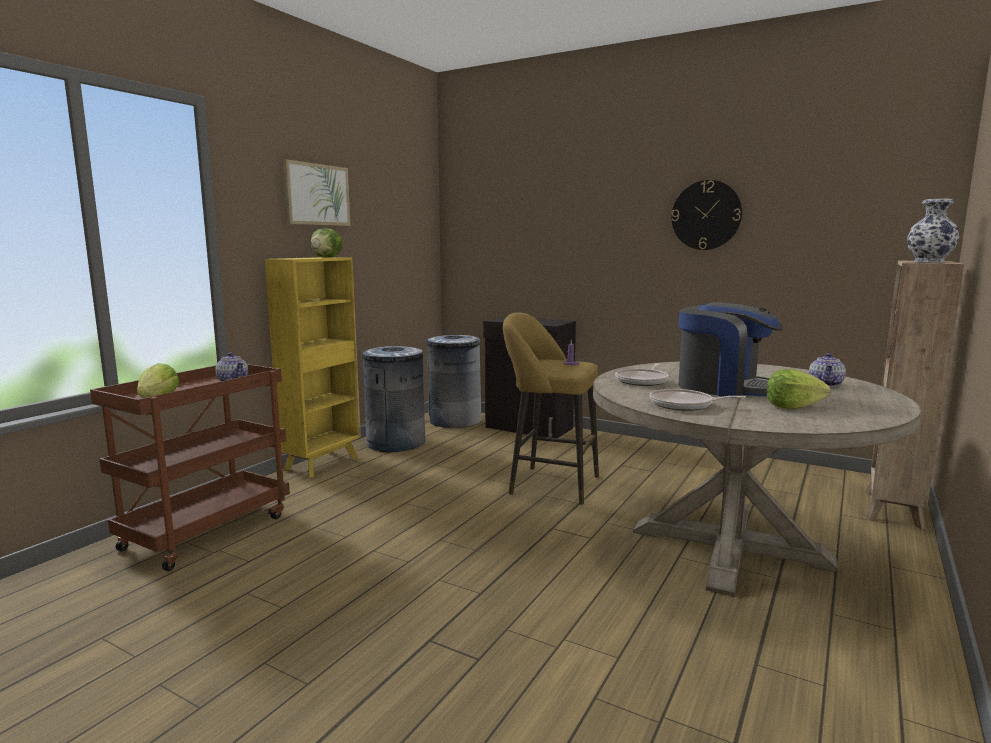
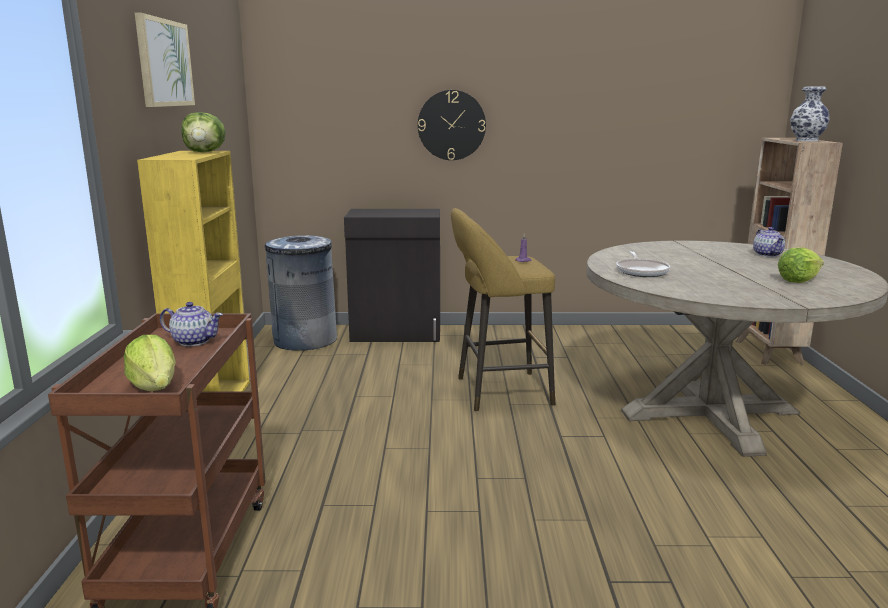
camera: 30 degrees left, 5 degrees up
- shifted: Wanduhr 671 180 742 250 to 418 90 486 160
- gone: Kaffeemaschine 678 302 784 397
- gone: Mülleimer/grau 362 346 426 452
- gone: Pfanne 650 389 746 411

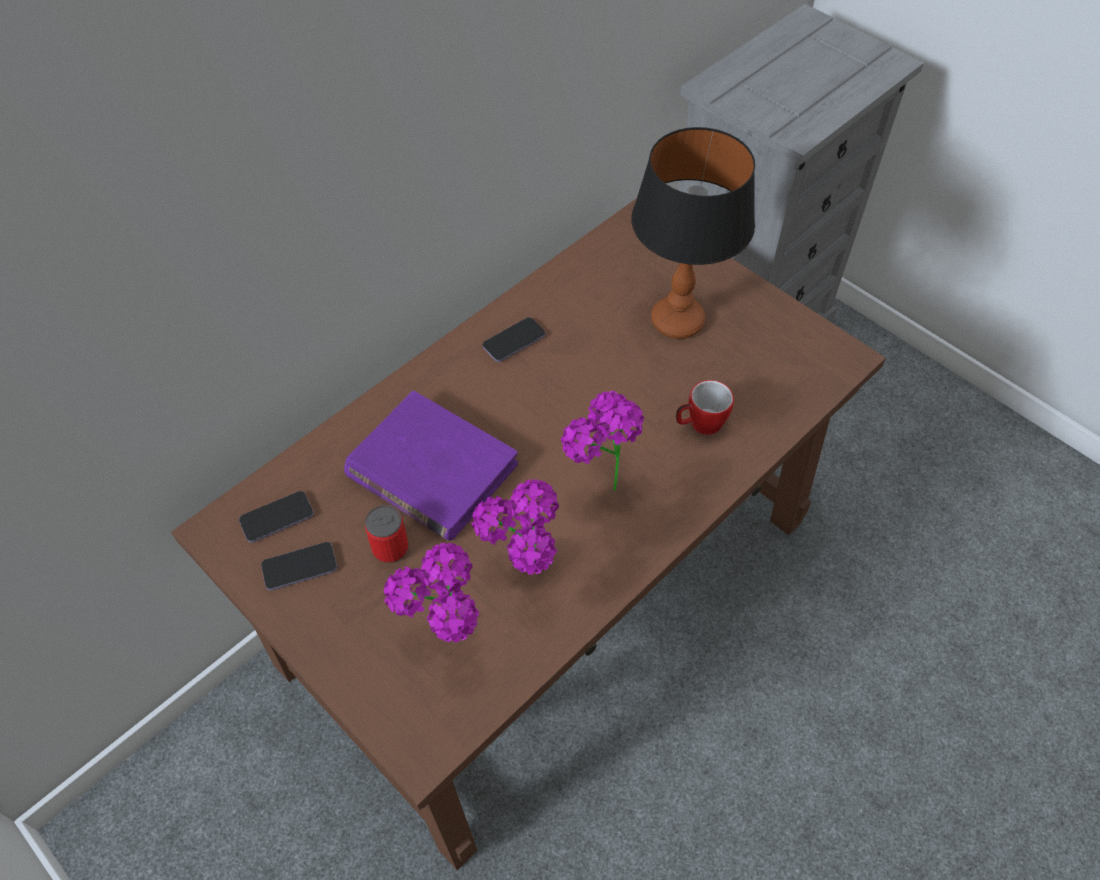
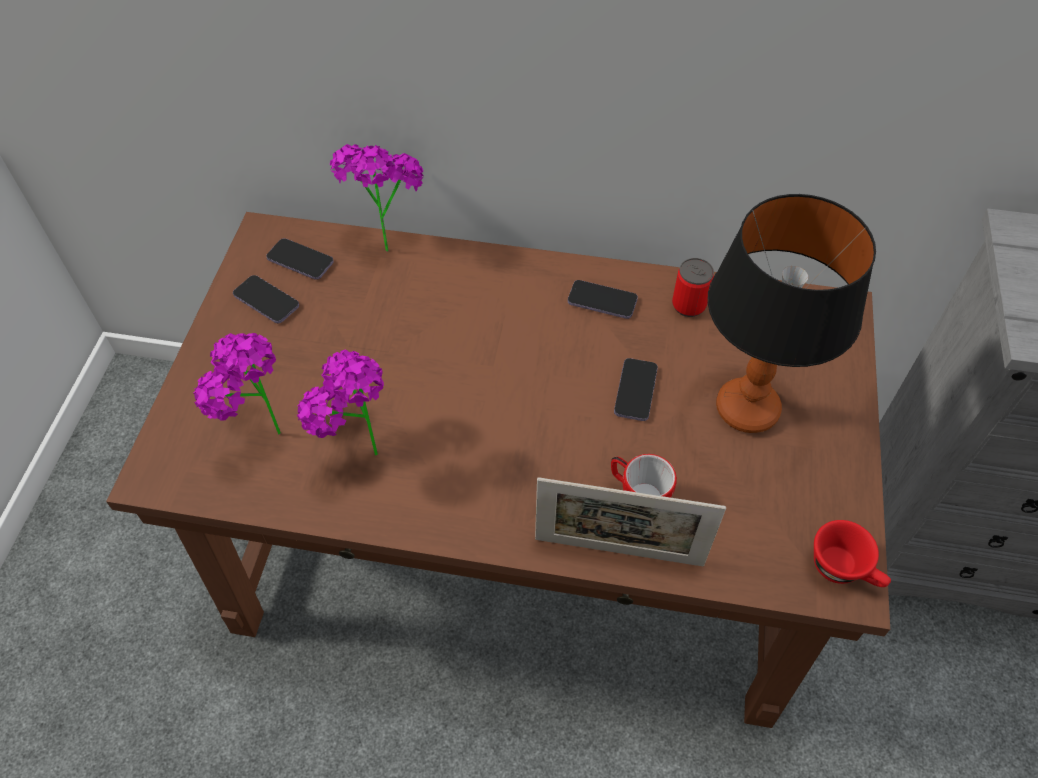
camera: 55 degrees right, 0 degrees up
- gone: Buch/lila 344 391 518 541
- shifted: Topfpflanze 561 391 644 491 to 330 144 424 252
- shifted: Dose 365 505 408 563 to 672 258 714 317
- new: Handy 614 358 658 421
- new: Bilderrahmen 535 477 726 566
- new: Tasse/rot 814 520 891 587

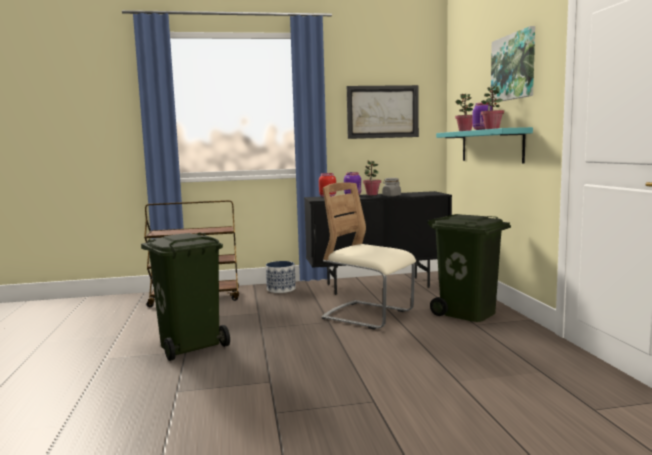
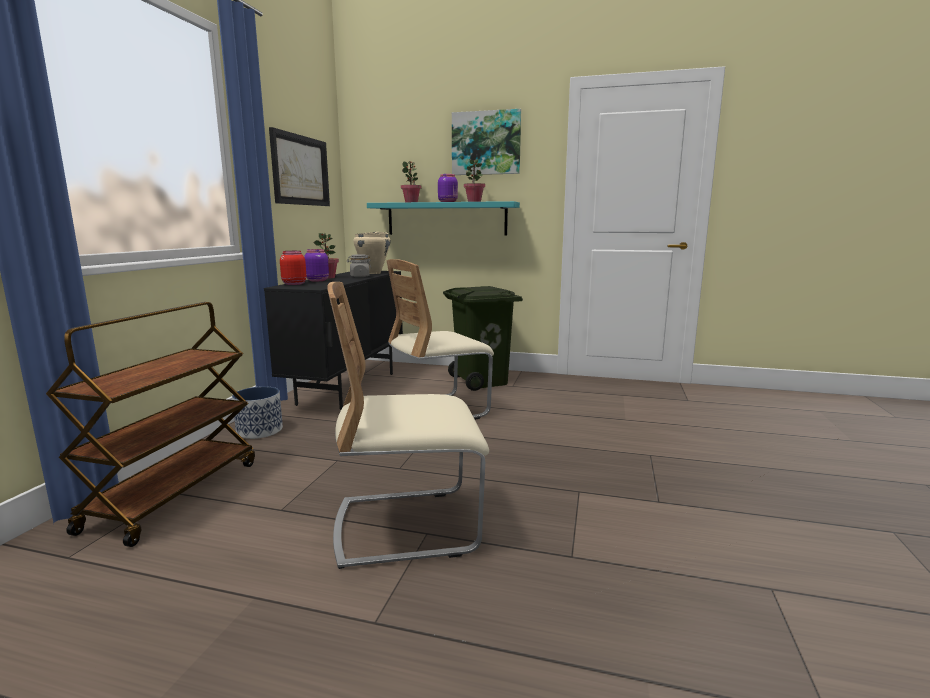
camera: 65 degrees left, 5 degrees up
- swapped: Mülleimer/grün 141 232 230 361 to Stuhl/beige 327 282 489 569
- new: Kochtopf/beige 353 232 390 274

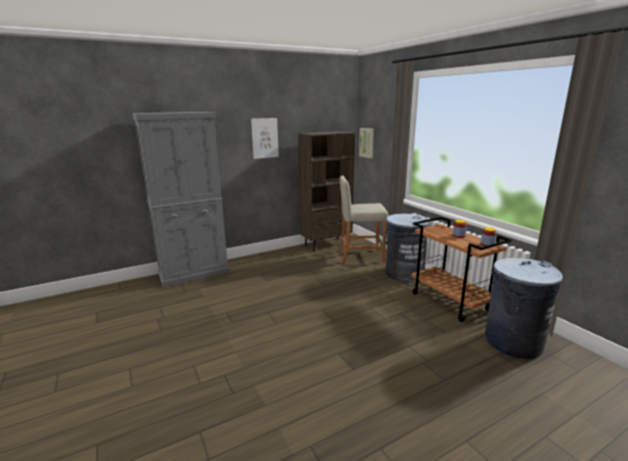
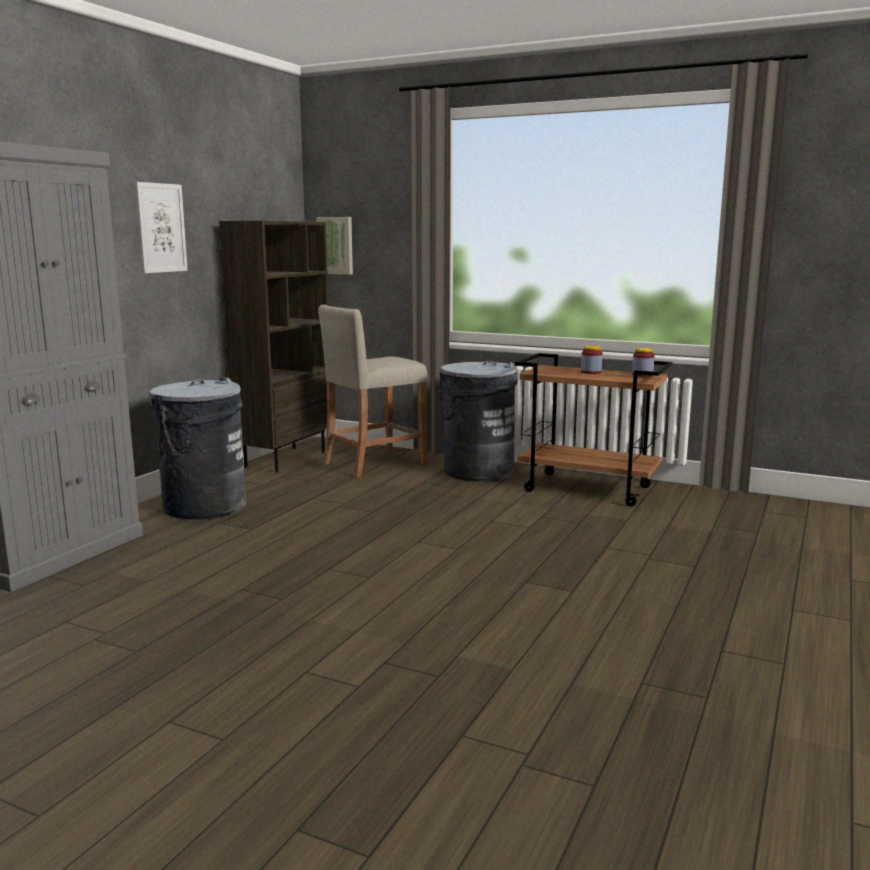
camera: 35 degrees left, 5 degrees down
- shifted: Mülleimer/grau 485 258 563 359 to 149 377 246 520

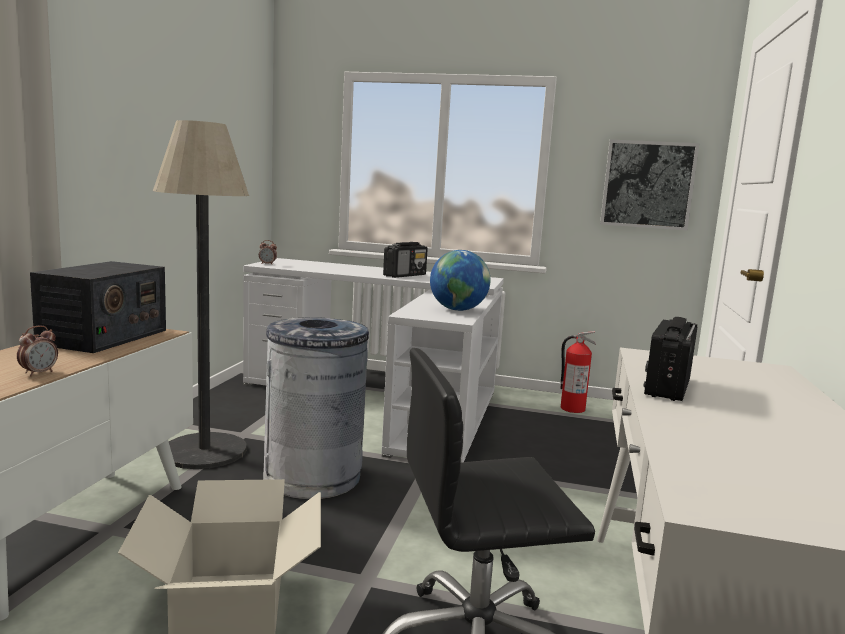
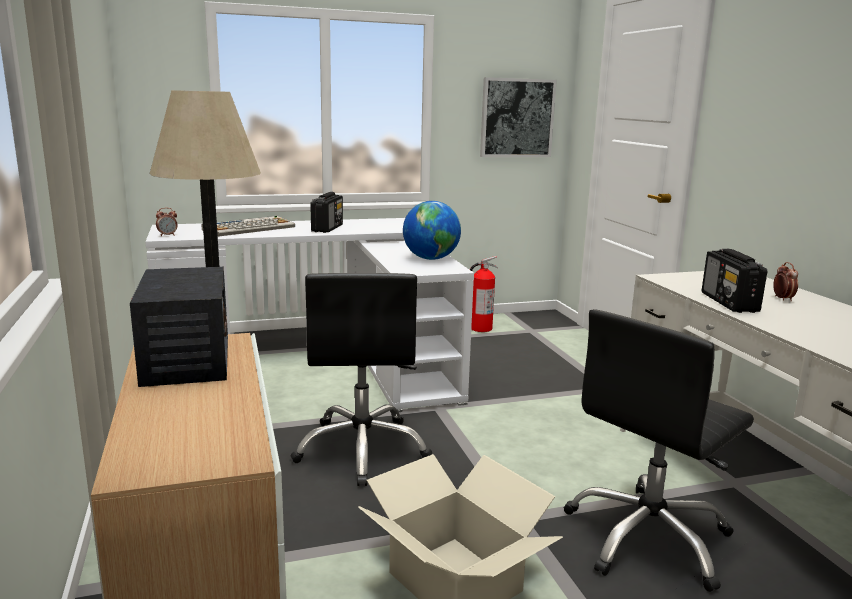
camera: 30 degrees left, 5 degrees up
- swapped: Mülleimer/grau 263 317 369 500 to Bürostuhl/schwarz 291 273 432 486
- shifted: Wecker 17 326 58 376 to 773 262 798 302
- new: Tastatur 202 216 295 236

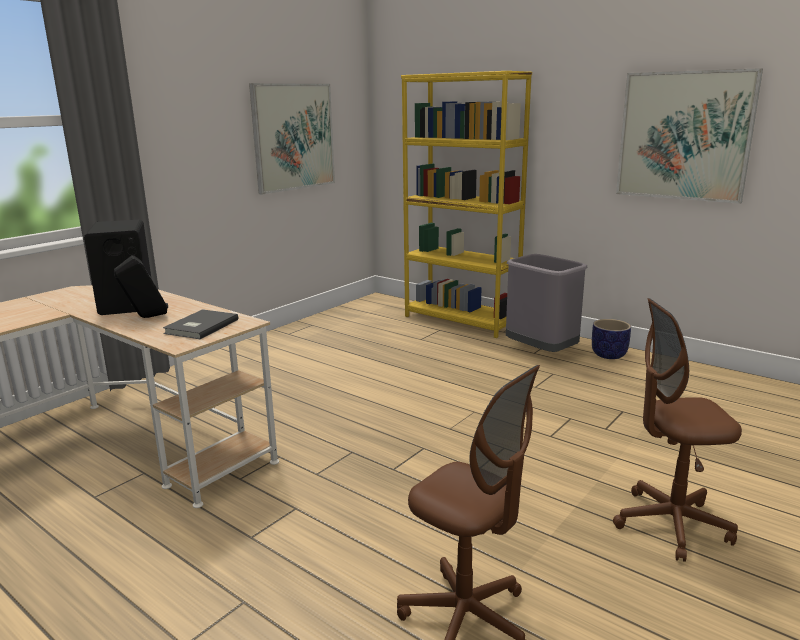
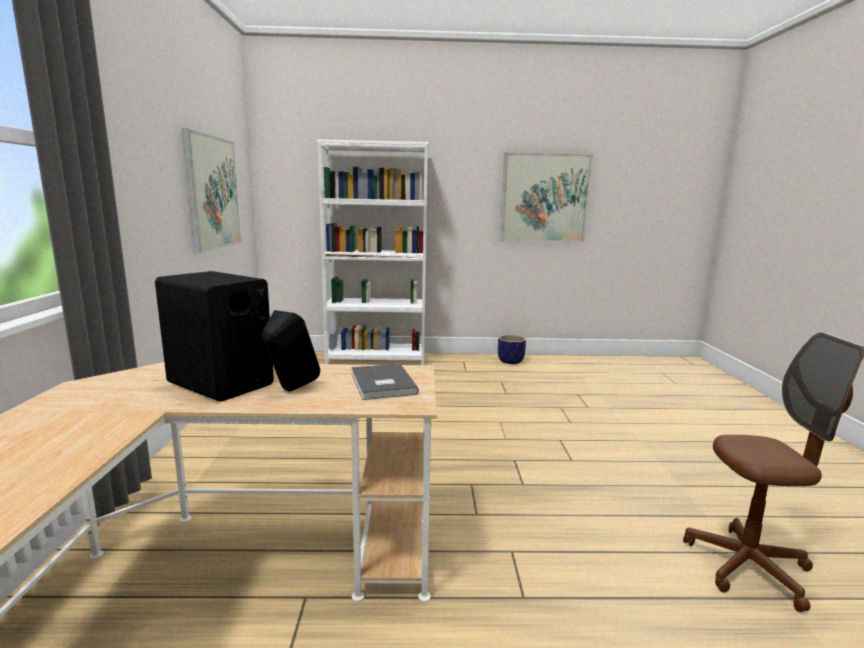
camera: 40 degrees left, 5 degrees down
- repainted: Bücherregal/gelb 401 71 532 338 to Bücherregal/weiß 317 139 429 365
- gone: Mülleimer/grau 506 254 588 352
- gone: Bürostuhl/braun 613 298 742 562

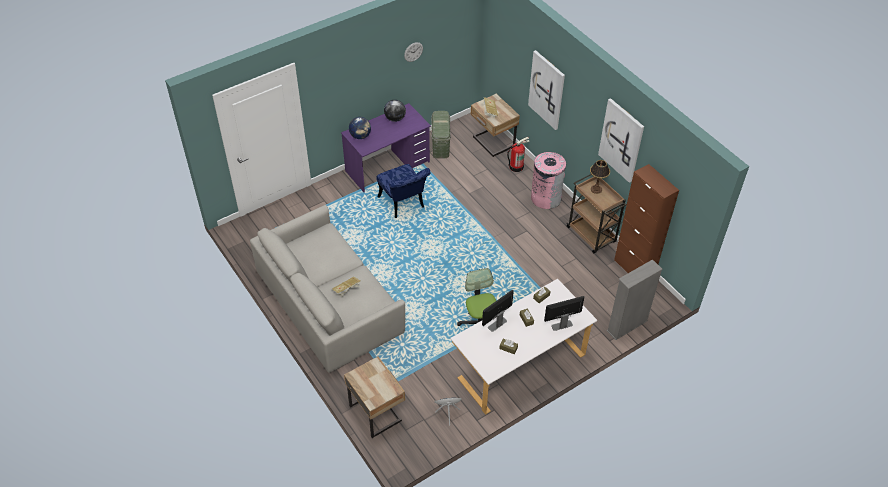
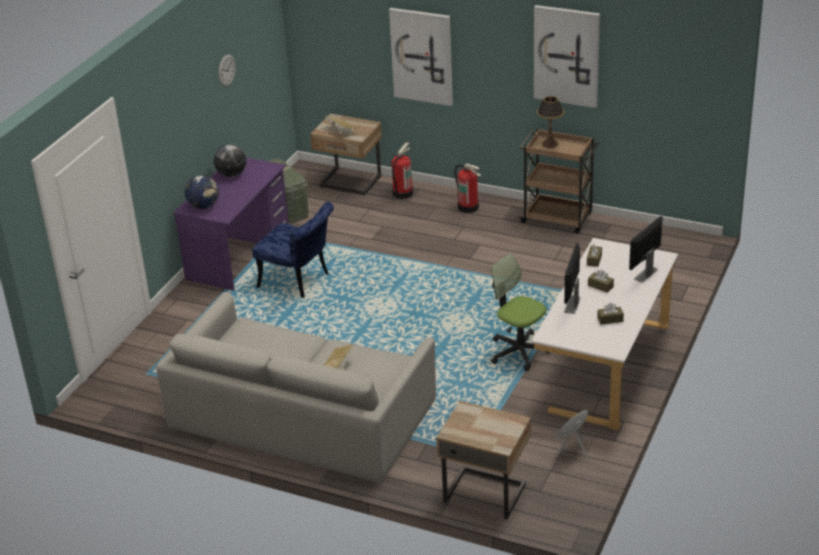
camera: 30 degrees left, 15 degrees down
- swapped: Mülleimer/rosa 531 152 566 209 to Feuerlöscher 454 164 482 213
- gone: Schrank/braun 614 164 679 273
- gone: Bücherregal/grau 606 259 663 340

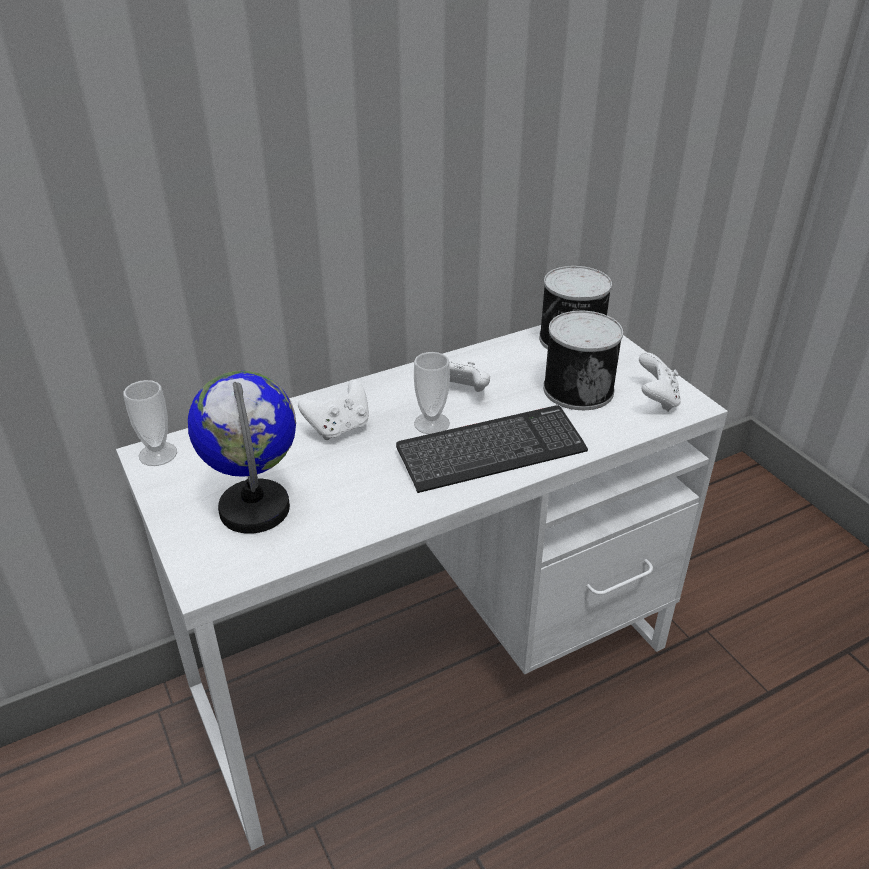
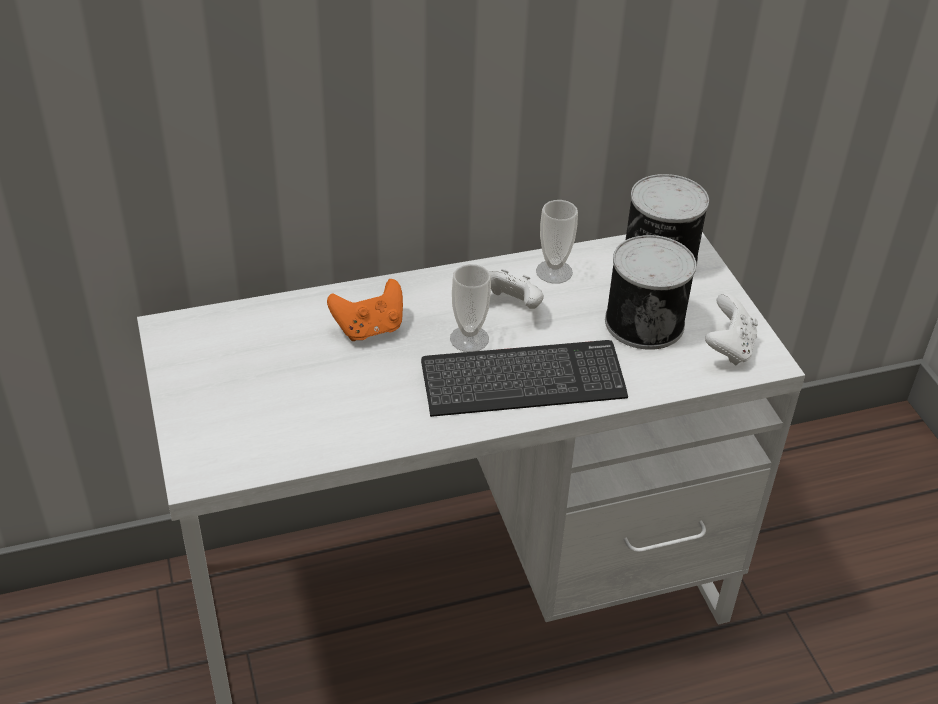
camera: 10 degrees right, 5 degrees up
- gone: Globus 188 371 296 534
- shifted: Tasse 124 380 177 466 to 536 200 578 284
- repainted: Gamepad/weiß 298 380 369 440 to Gamepad/orange 327 279 403 341

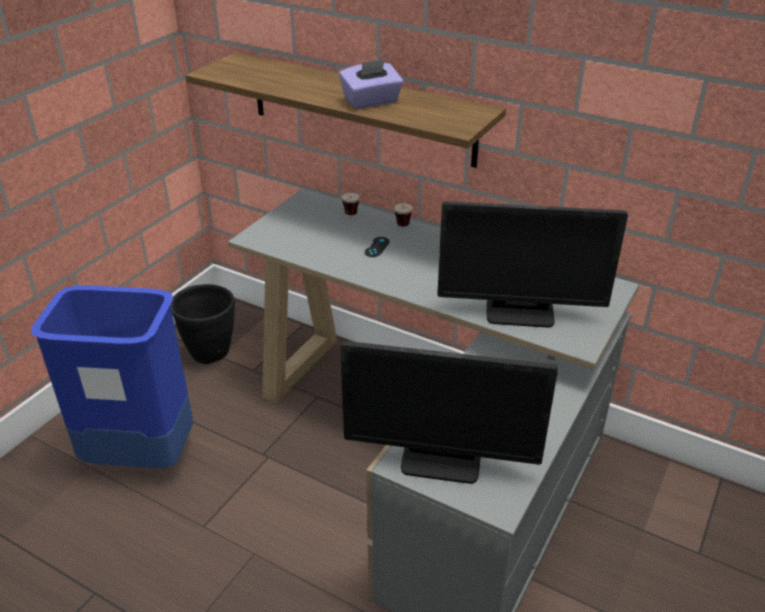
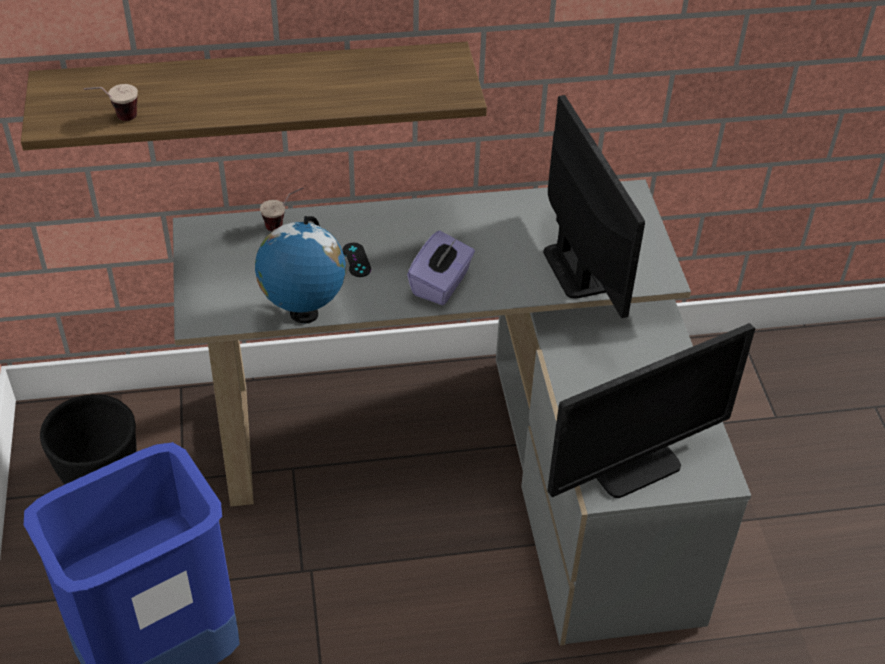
camera: 40 degrees left, 10 degrees up
- shifted: Taschentuchbox/lila 339 59 403 109 to 407 231 475 305
- shifted: Tasse 378 196 413 227 to 83 84 138 121
- rotated: Monitor 437 201 628 328 = 543 95 645 318 75 degrees counterclockwise
- new: Globus 255 216 346 323

